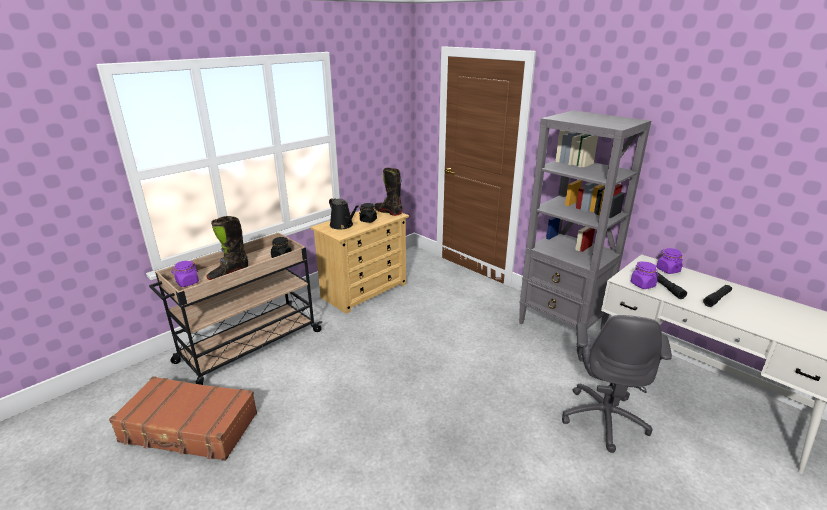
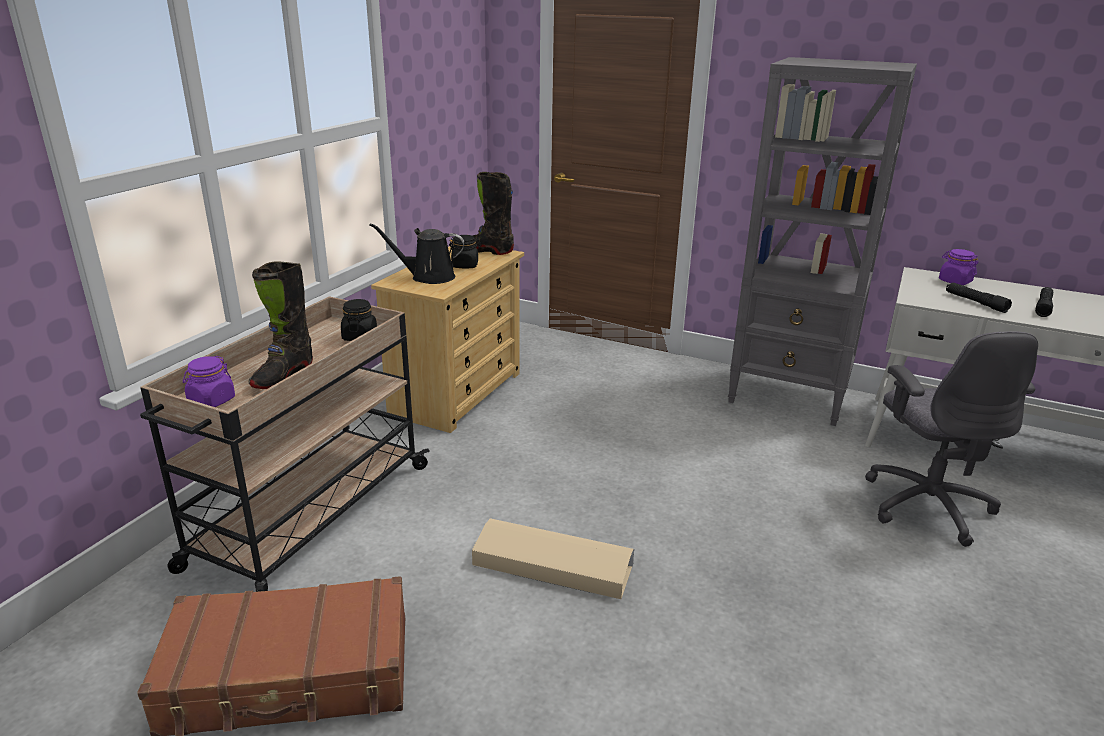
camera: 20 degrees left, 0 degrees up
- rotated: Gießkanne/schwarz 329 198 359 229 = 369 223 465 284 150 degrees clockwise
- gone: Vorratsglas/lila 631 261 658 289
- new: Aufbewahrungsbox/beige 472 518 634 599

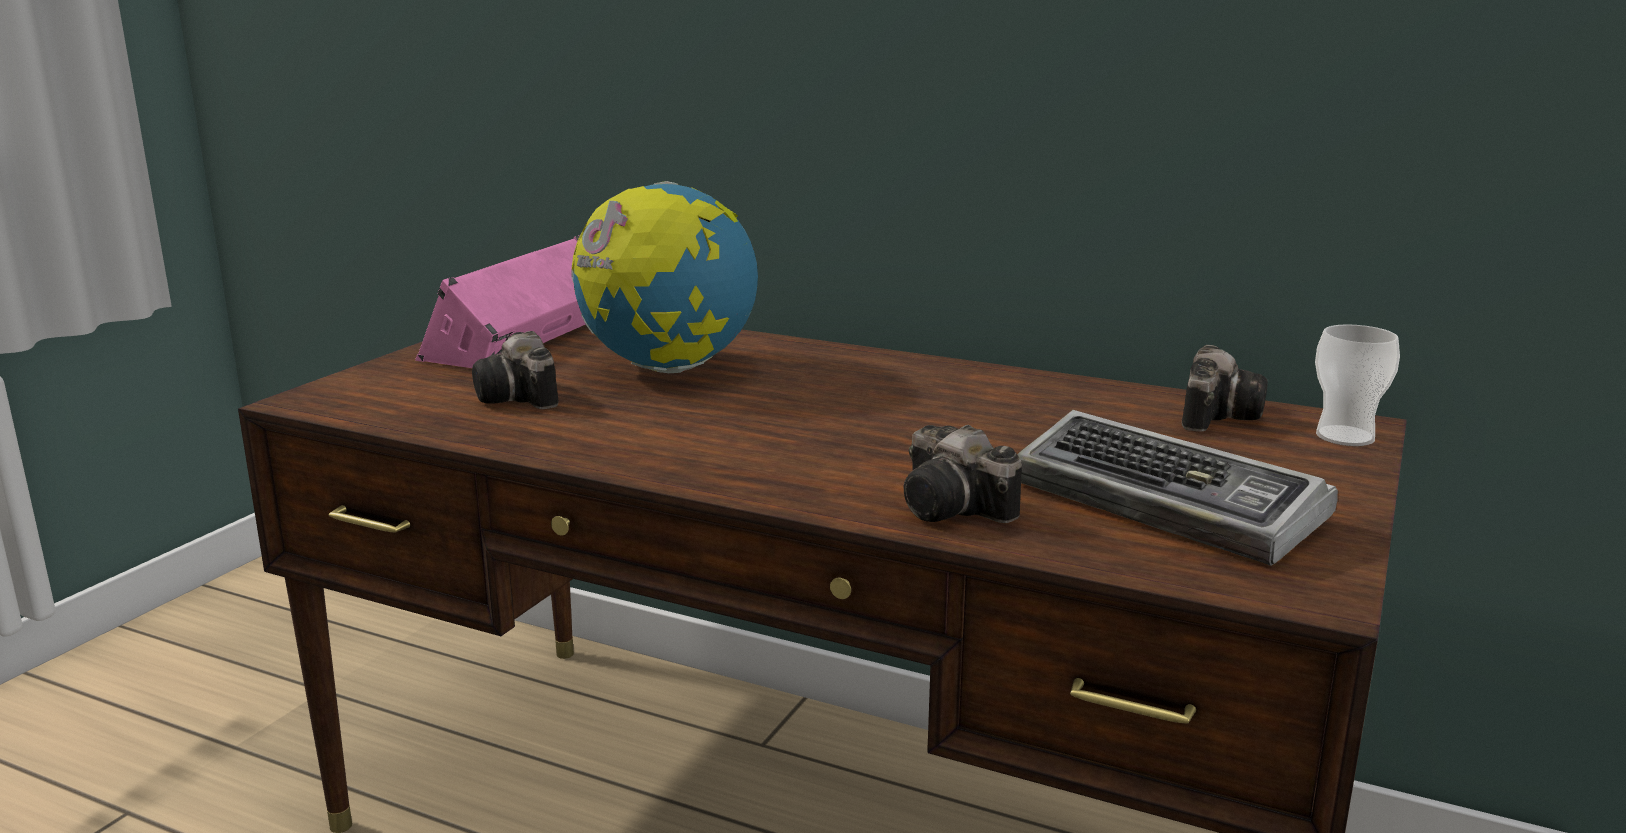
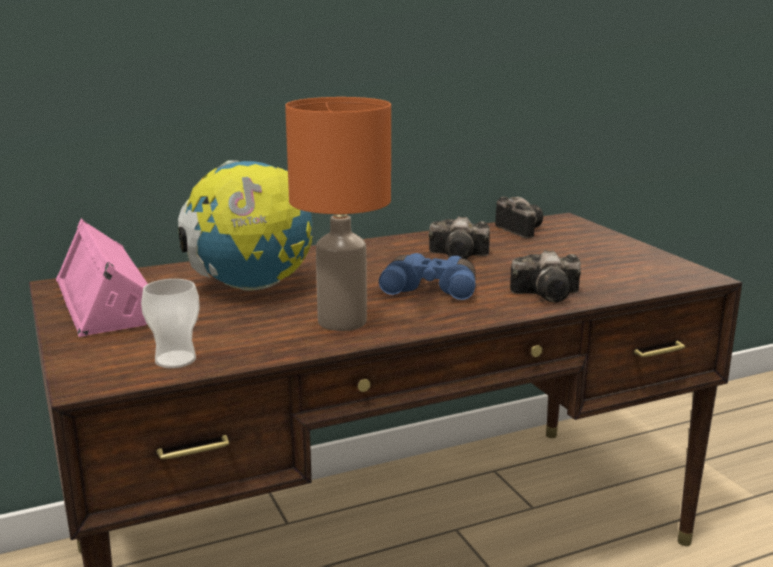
camera: 50 degrees left, 0 degrees up
- shifted: Tasse 1315 324 1400 446 to 141 279 200 368
- shifted: Kamera 472 331 559 409 to 429 216 490 259
- gone: Tastatur 1017 410 1338 566
- new: Tischlampe/orange 285 97 391 331
- new: Fernglas/blau 379 253 476 300

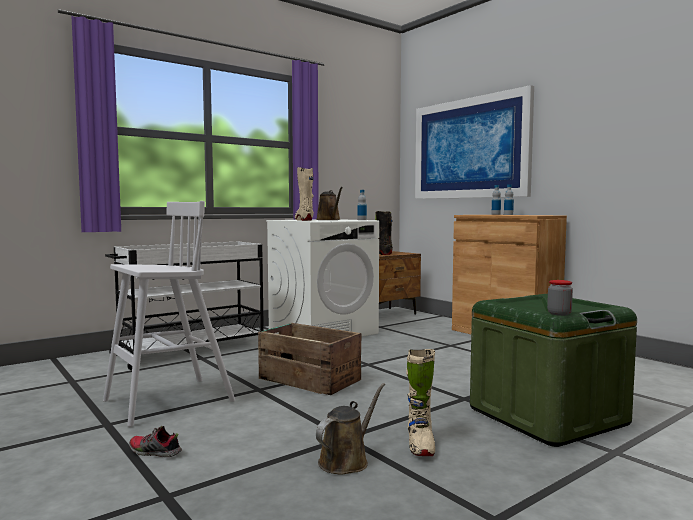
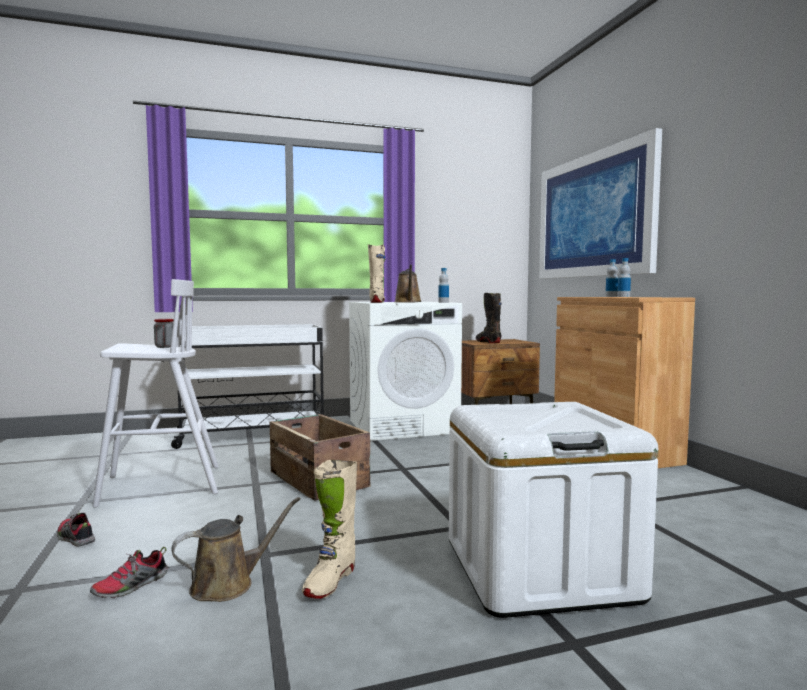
camera: 20 degrees right, 0 degrees up
- shifted: Vorratsglas 547 280 573 316 to 154 319 174 348
- repainted: Aufbewahrungsbox/grün 470 294 637 447 to Aufbewahrungsbox/weiß 449 402 659 618
- new: Schuh 90 547 168 598

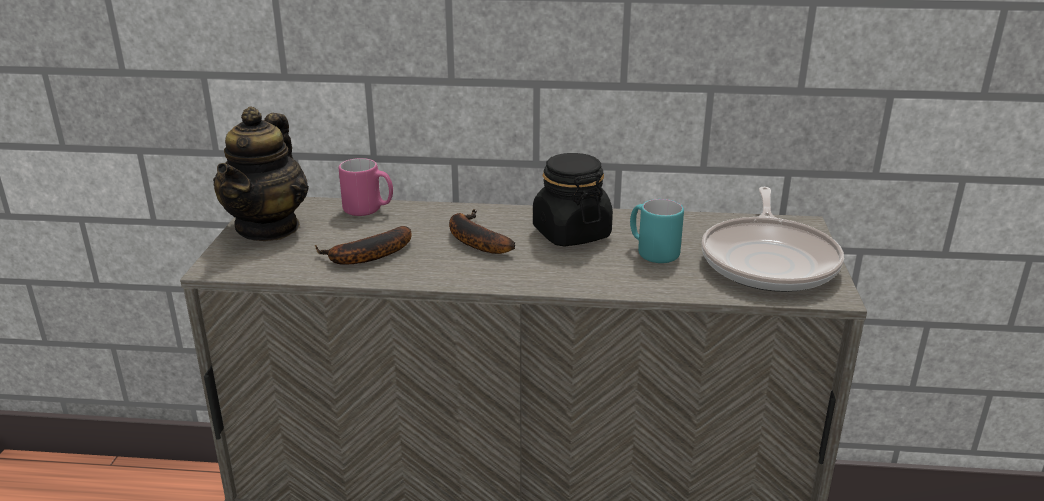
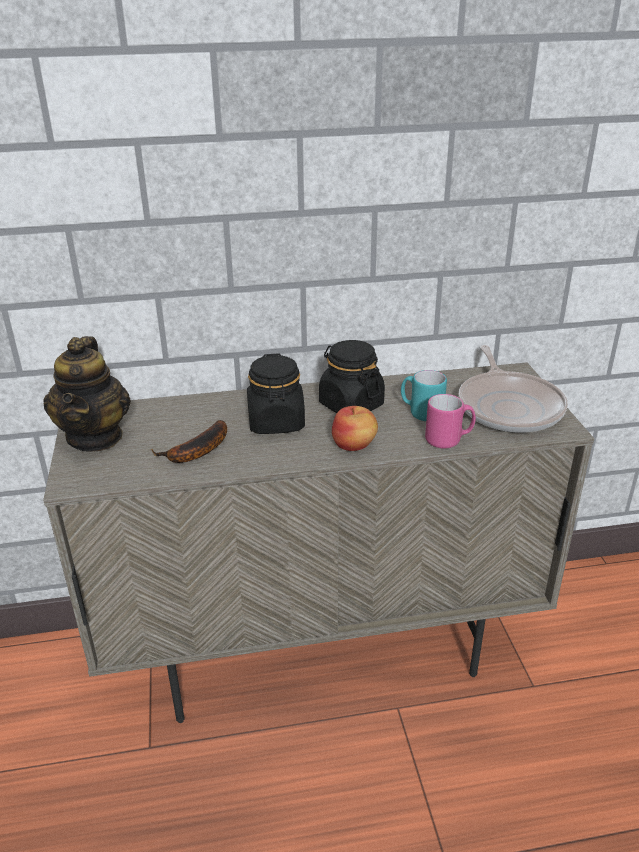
camera: 15 degrees left, 5 degrees up
- shifted: Henkelbecher/rosa 339 158 393 216 to 425 394 476 448
- swapped: Banane 449 209 515 254 to Vorratsglas/schwarz 247 353 305 434
- new: Apfel 332 406 378 451

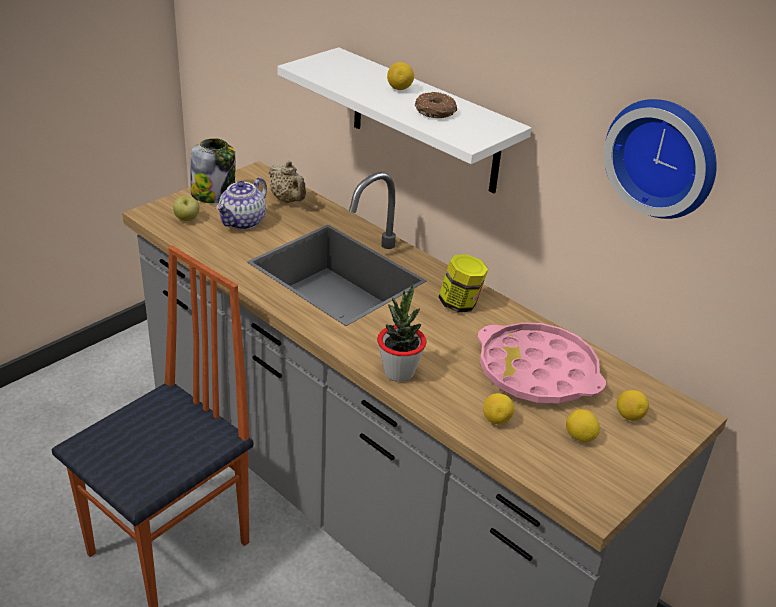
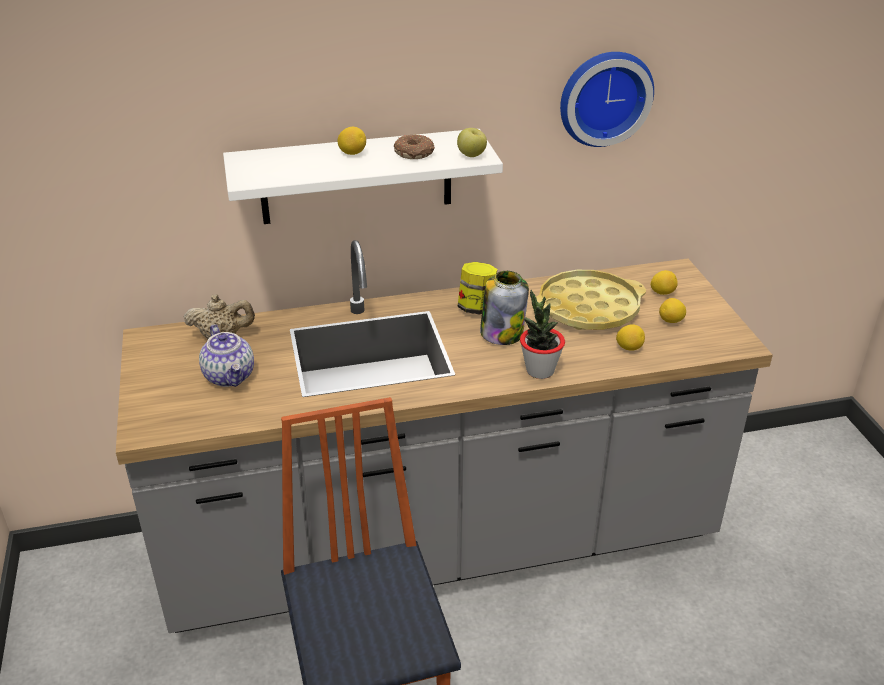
camera: 55 degrees left, 0 degrees up
- shifted: Vorratsglas 190 138 236 203 to 480 271 529 345
- shifted: Apfel 173 196 199 221 to 457 128 487 157
- repainted: Tablett/rosa 477 322 606 404 to Tablett/gelb 536 270 646 330

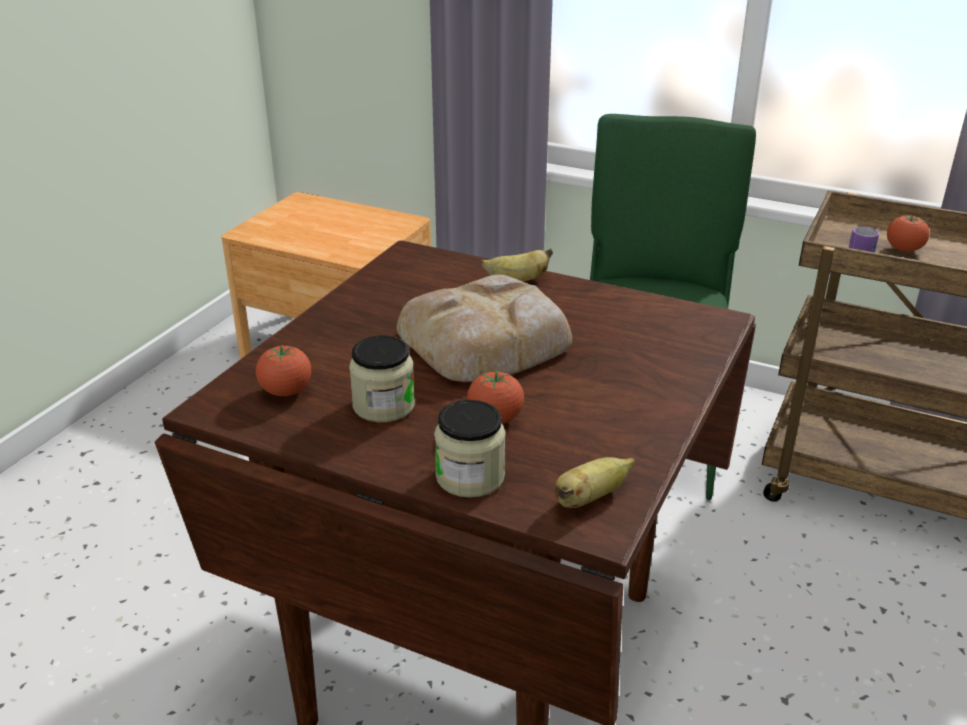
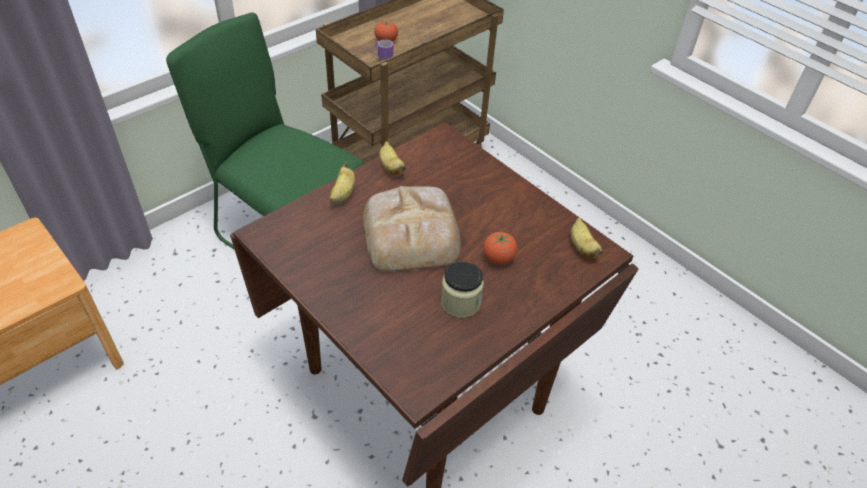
camera: 70 degrees left, 15 degrees up
- gone: Tomate 256 344 311 396
- gone: Vorratsglas 434 400 506 498
- new: Banane 379 141 406 176

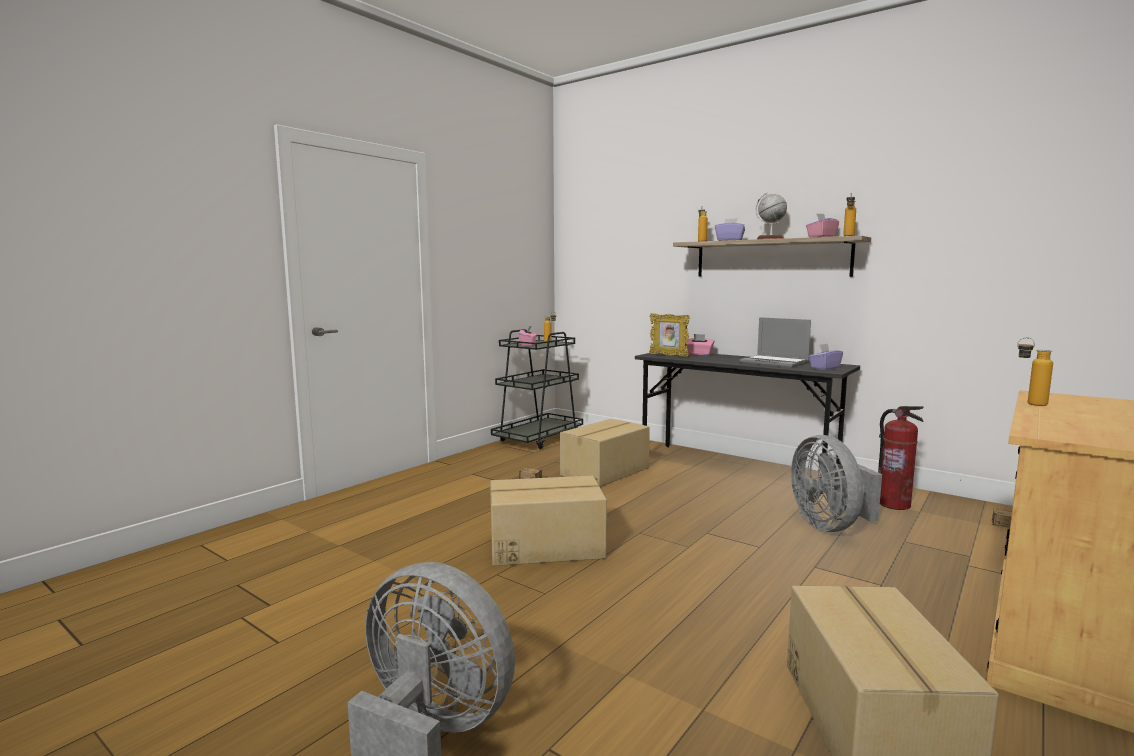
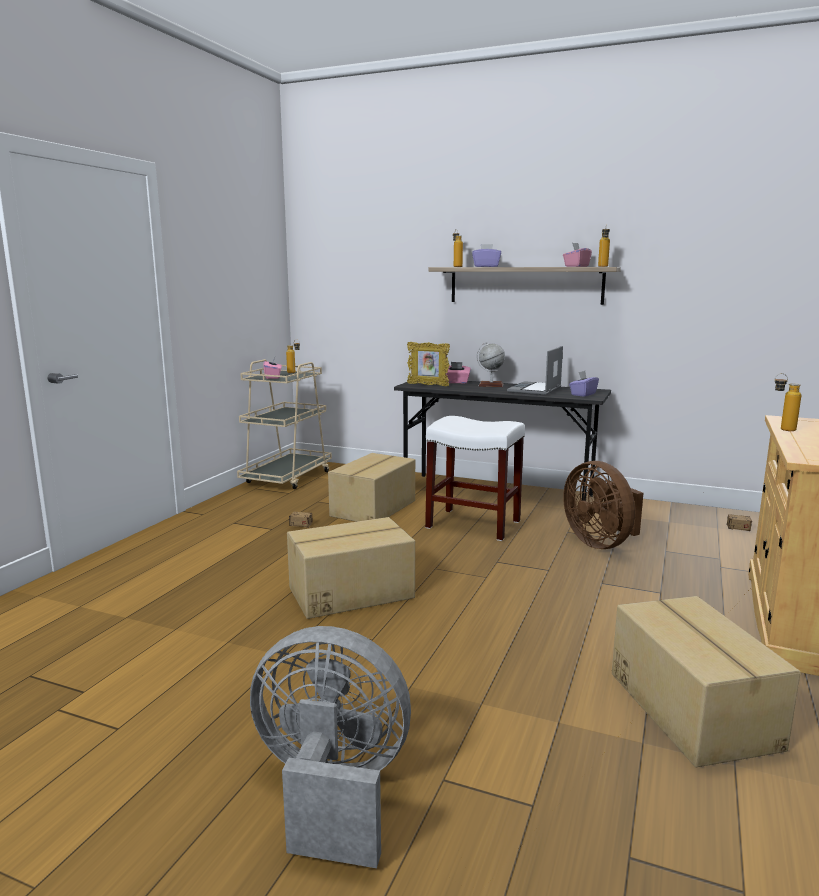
camera: 15 degrees left, 5 degrees up
- shifted: Globus 756 193 787 239 to 477 342 505 387
- rotated: Laptop 740 317 811 368 = 507 346 563 396 90 degrees clockwise
- repainted: Rollwagen/schwarz 491 329 583 450 to Rollwagen/beige 237 359 332 489
- gone: Feuerlöscher 878 406 924 510
- repainted: Ventilator/grau 791 435 882 532 to Ventilator/braun 563 461 643 549
- new: Hocker/weiß 425 416 525 541

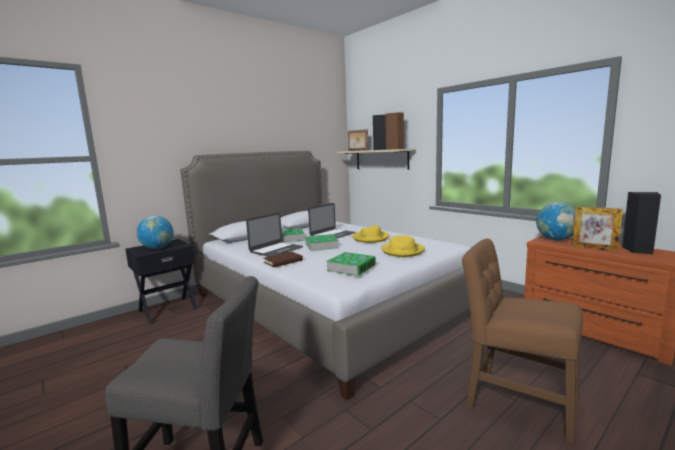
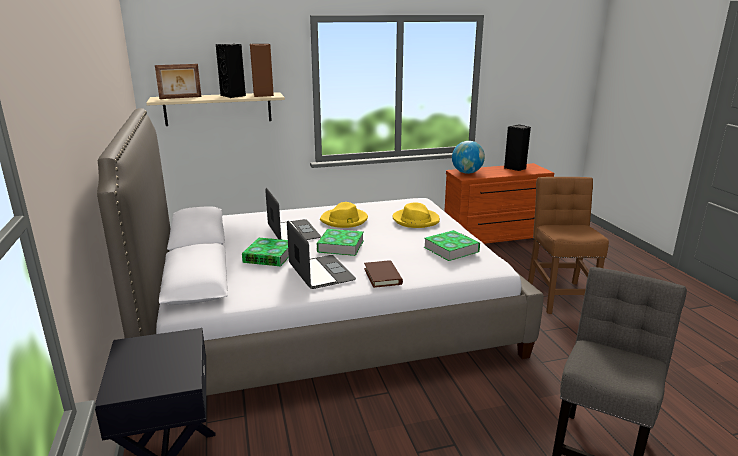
camera: 65 degrees left, 10 degrees up
- gone: Bilderrahmen 572 206 623 252
- gone: Globus 137 216 174 249
- rotated: Stuhl/braun 462 238 583 444 = 528 177 609 314 120 degrees clockwise

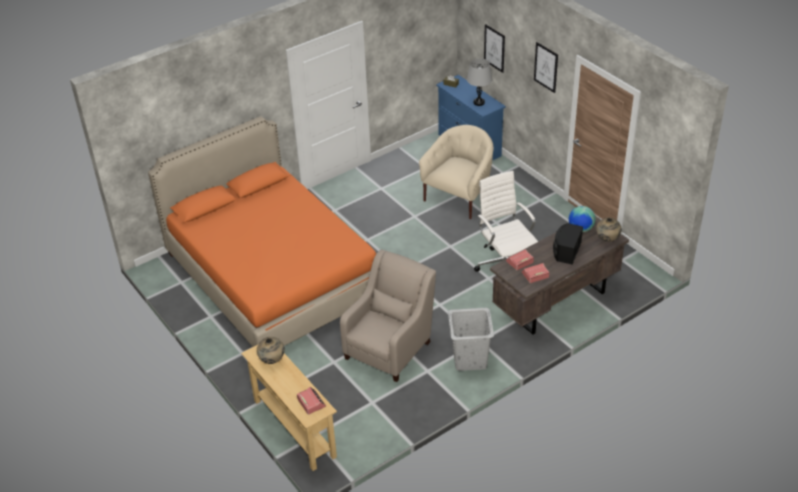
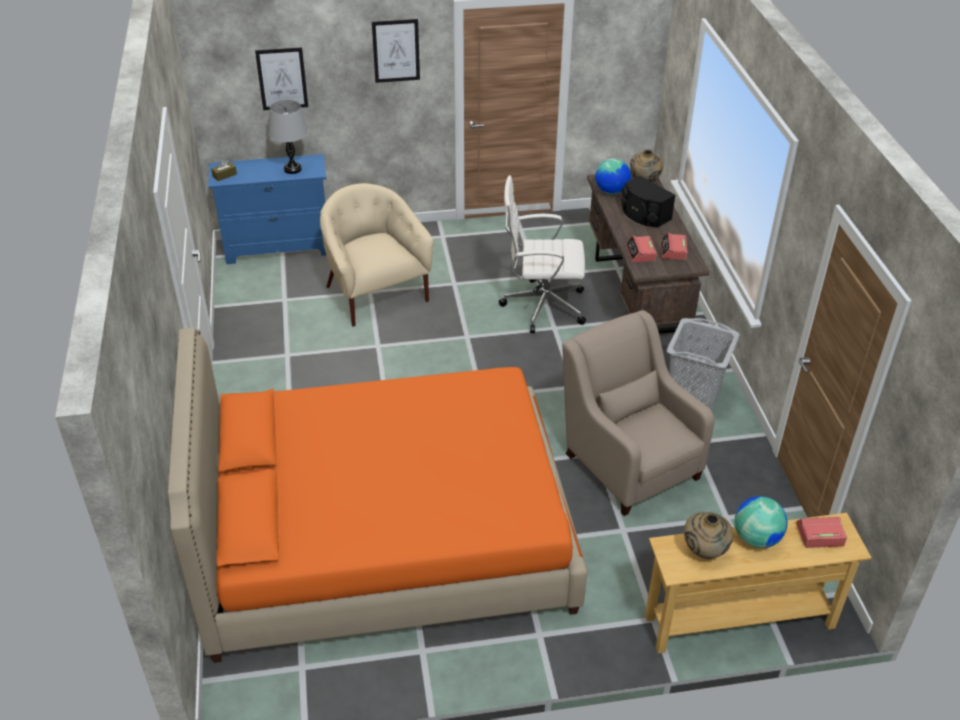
camera: 65 degrees left, 0 degrees up
- new: Globus 734 496 788 548

